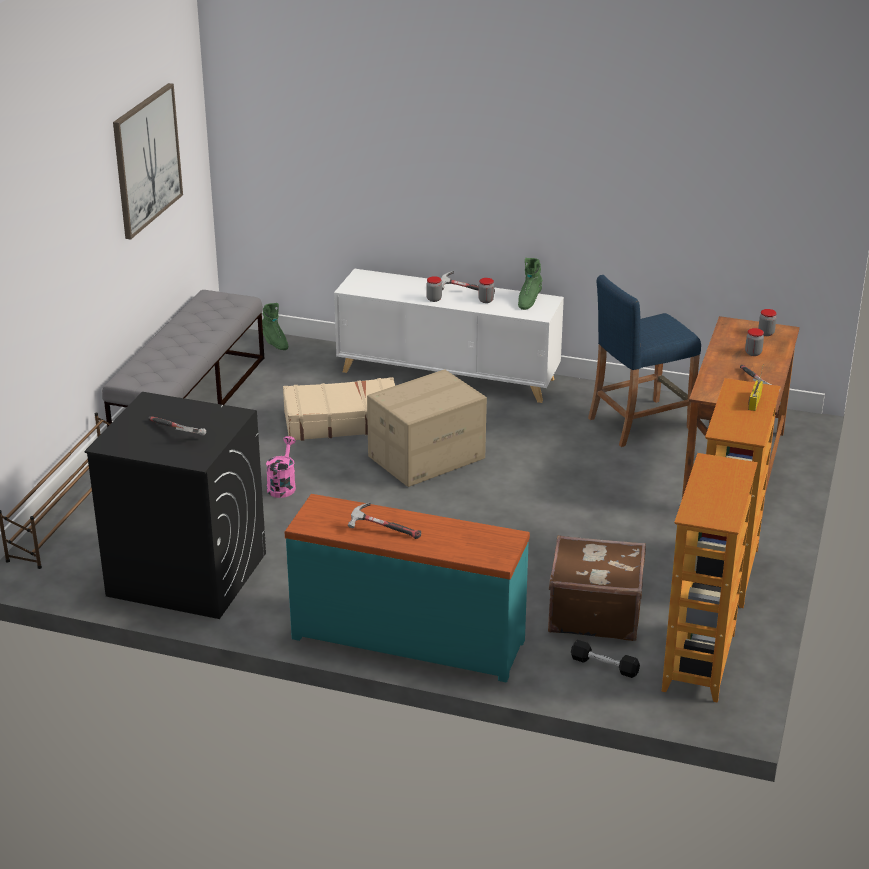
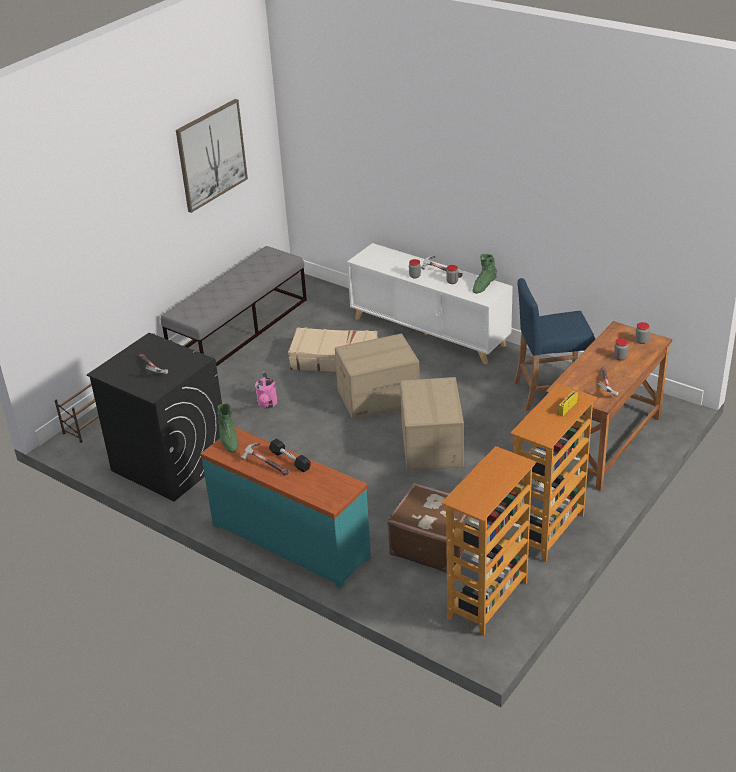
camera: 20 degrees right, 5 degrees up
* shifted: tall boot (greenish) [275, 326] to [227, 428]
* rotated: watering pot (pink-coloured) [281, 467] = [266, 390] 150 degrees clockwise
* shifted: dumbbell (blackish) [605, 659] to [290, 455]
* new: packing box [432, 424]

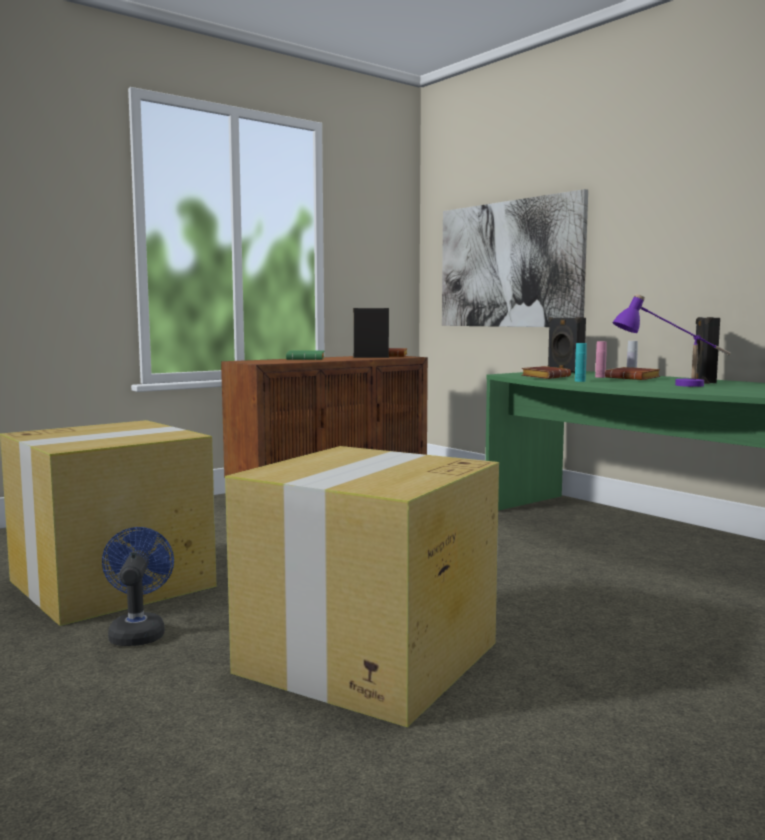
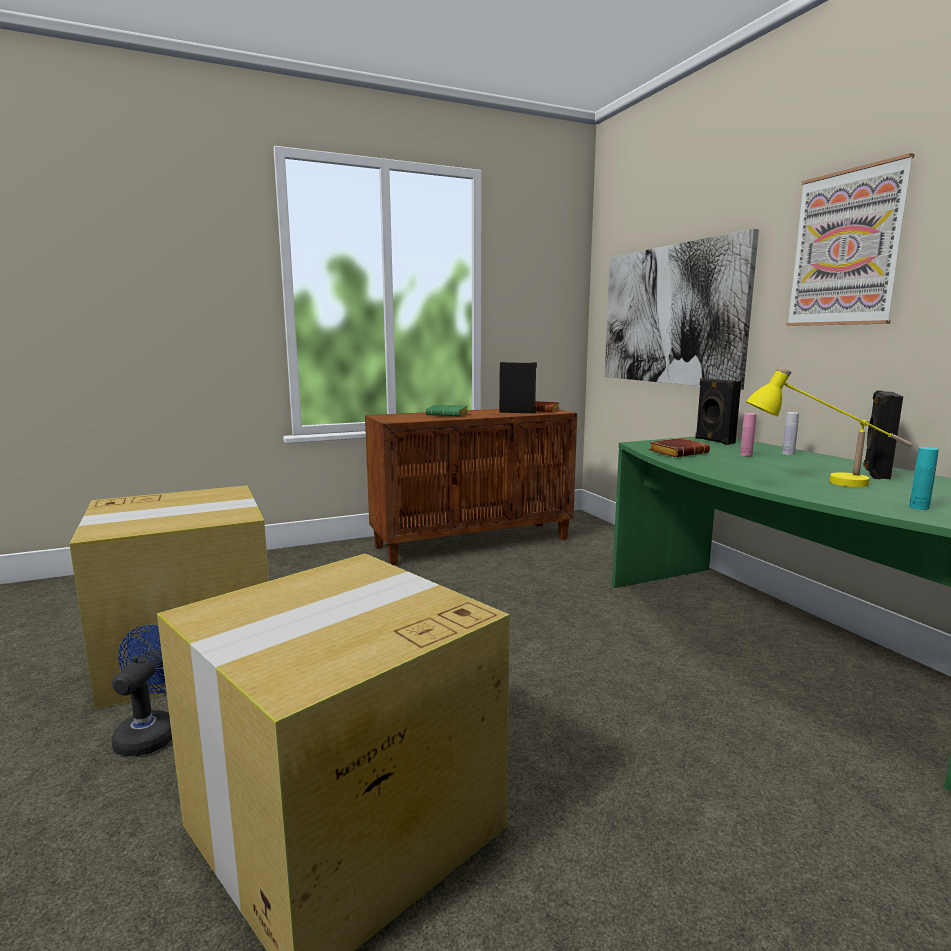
camera: 15 degrees right, 5 degrees up
* repainted: lamp for a table (purplish) [672, 340] to lamp for a table (yellow-coloured) [829, 427]
* new: wall picture [850, 239]
* shifted: drink bottle (blue-green) [581, 362] to [924, 478]
* gone: book (brown) [632, 373]

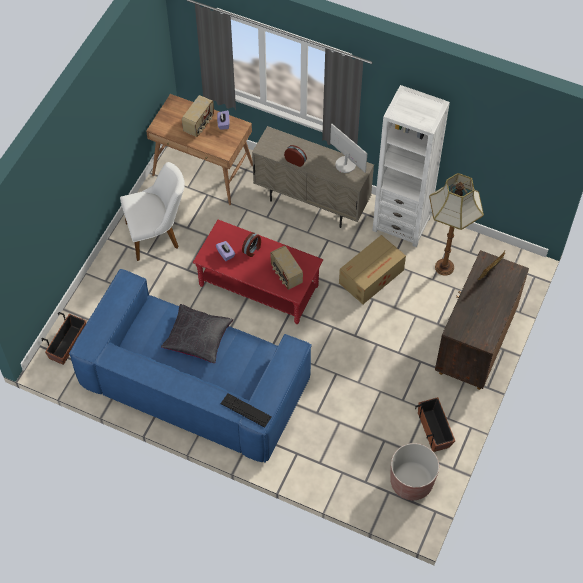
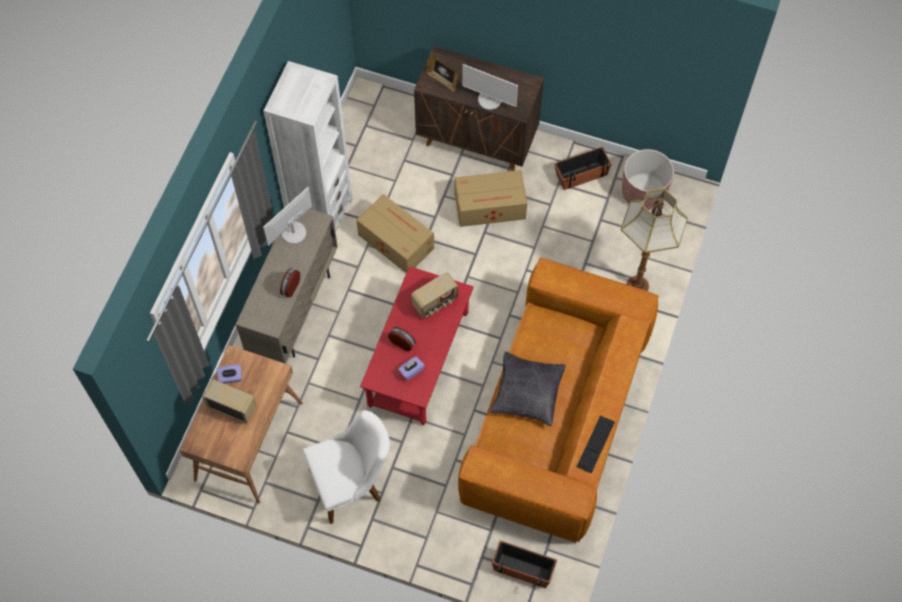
camera: 95 degrees left, 5 degrees up
* rotated: plain chair (whitish) [152, 211] = [346, 467] 90 degrees clockwise
* new: packing box [491, 198]
* repainted: sofa (bluish) [190, 366] to sofa (brown) [558, 400]
* new: computer display [490, 87]
* shifted: computer keyboard [246, 410] to [596, 445]
* shifted: standing lamp [456, 224] to [654, 239]

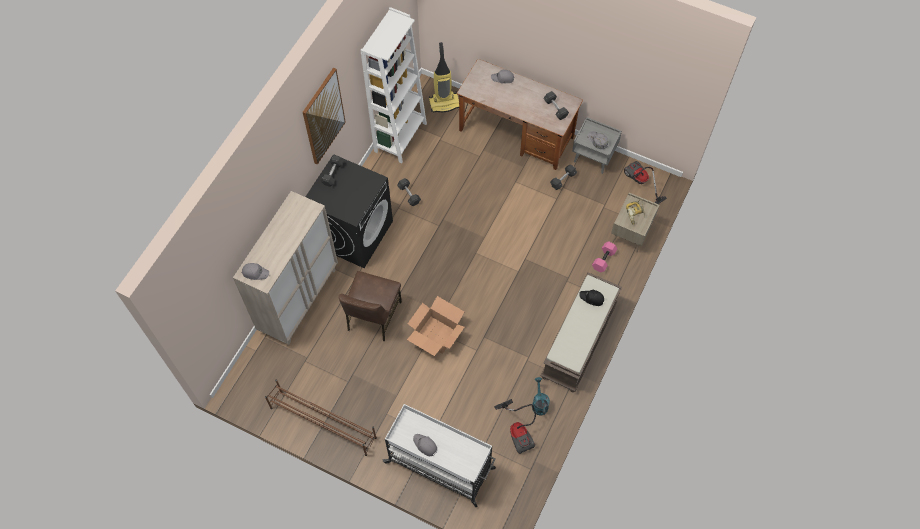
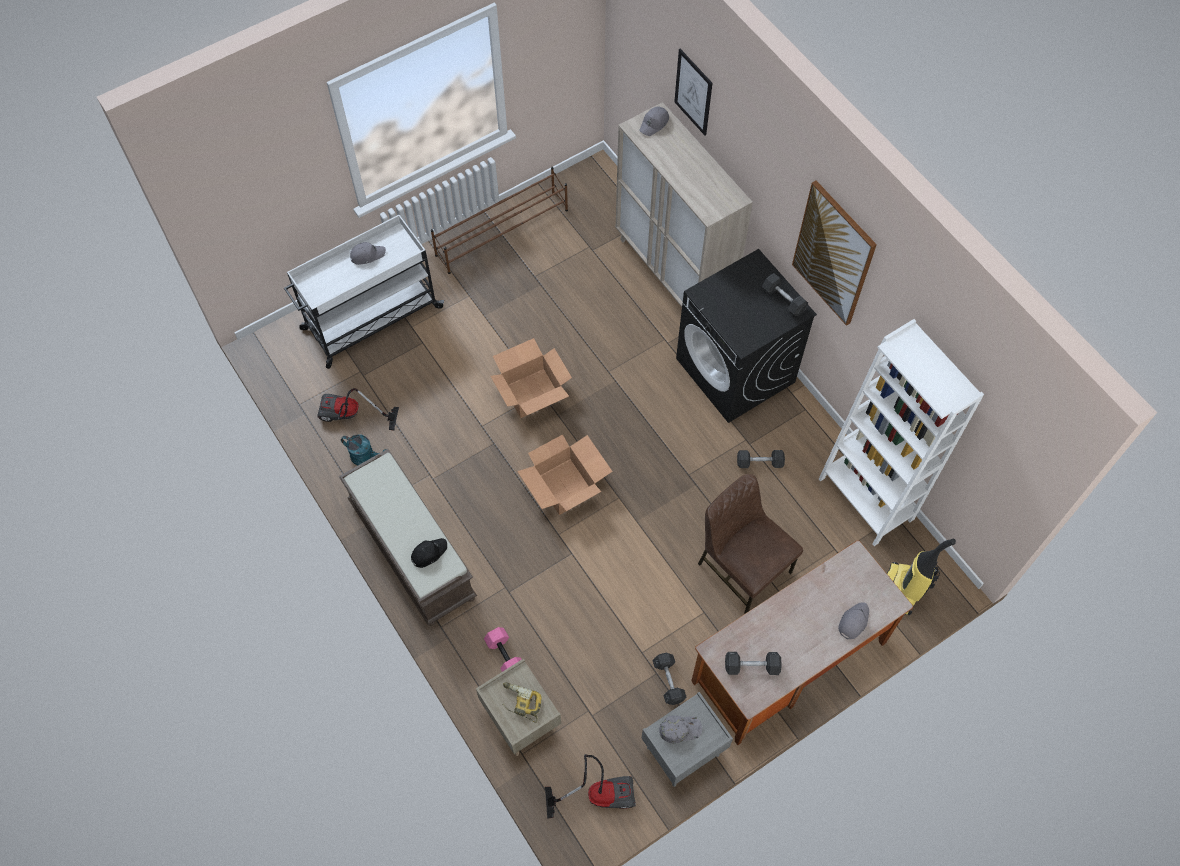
camera: 120 degrees right, 0 degrees up
* new: packing box [565, 474]
* new: wall picture [693, 92]
* shifted: plain chair (brown) [370, 306] to [750, 544]

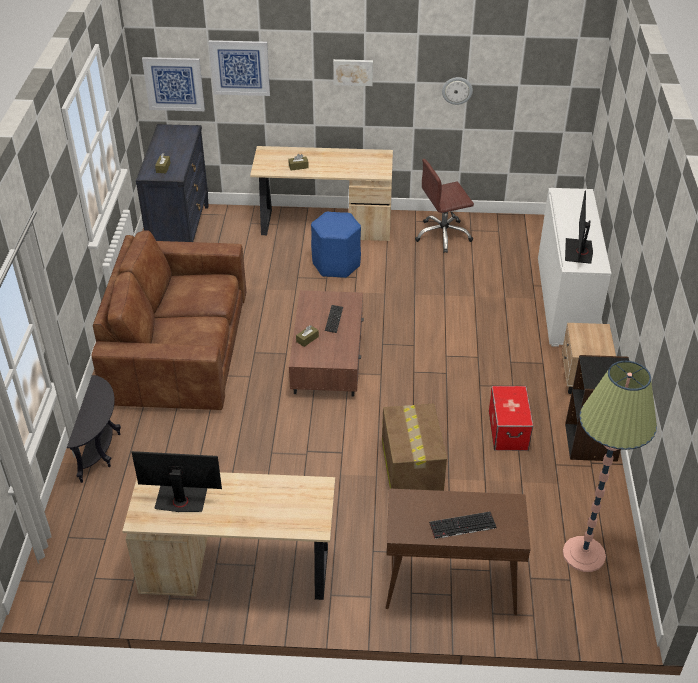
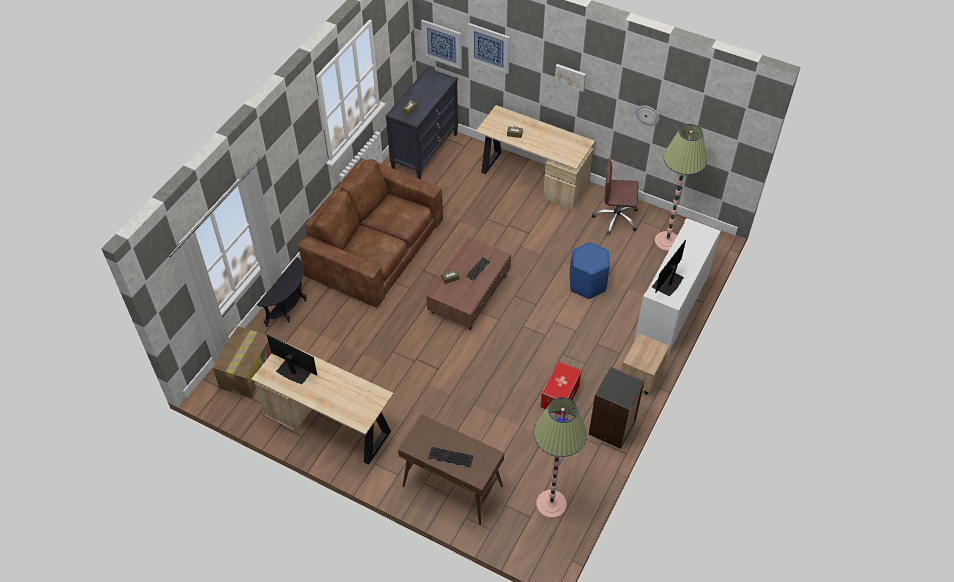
camera: 25 degrees right, 10 degrees up
* shifted: packing box [414, 447] to [241, 362]
* shifted: stool seat (bluish) [336, 245] to [590, 270]
* new: standing lamp [681, 187]

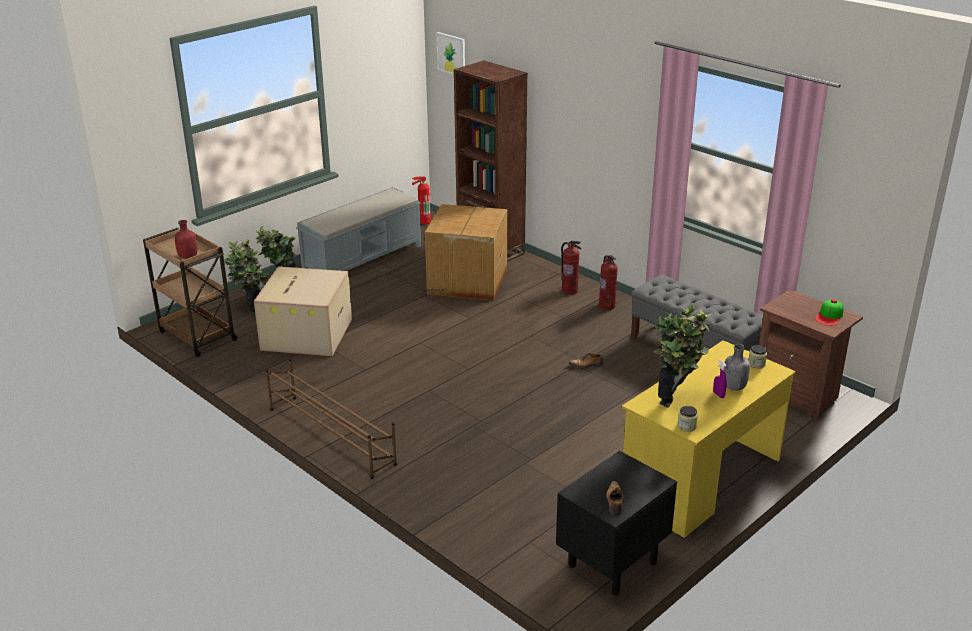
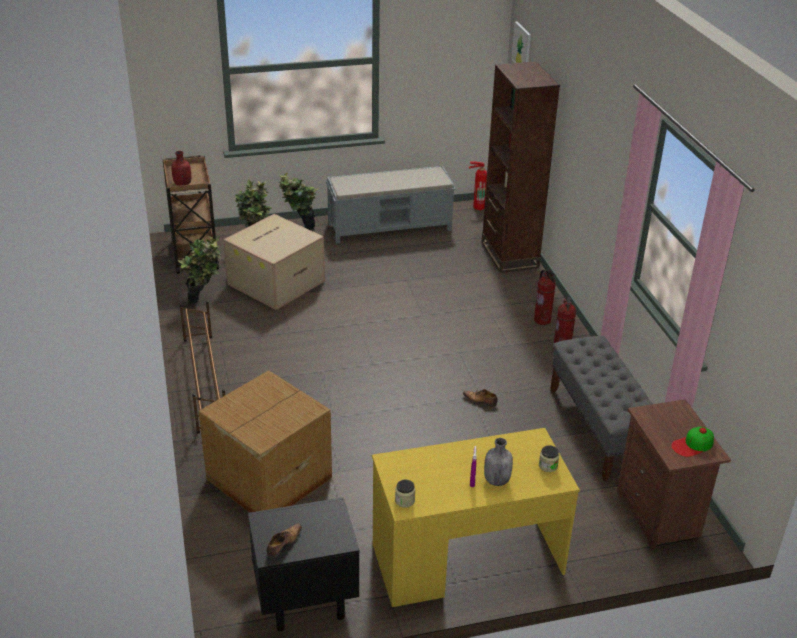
camera: 30 degrees right, 5 degrees up
* shifted: potted plant [683, 355] to [199, 270]
* shifted: packing box [466, 252] to [265, 441]

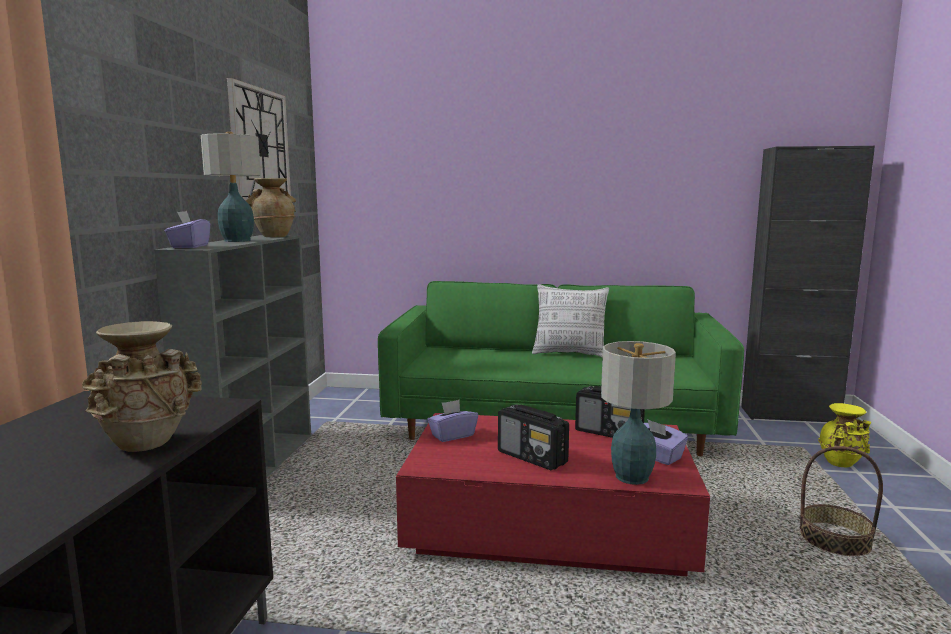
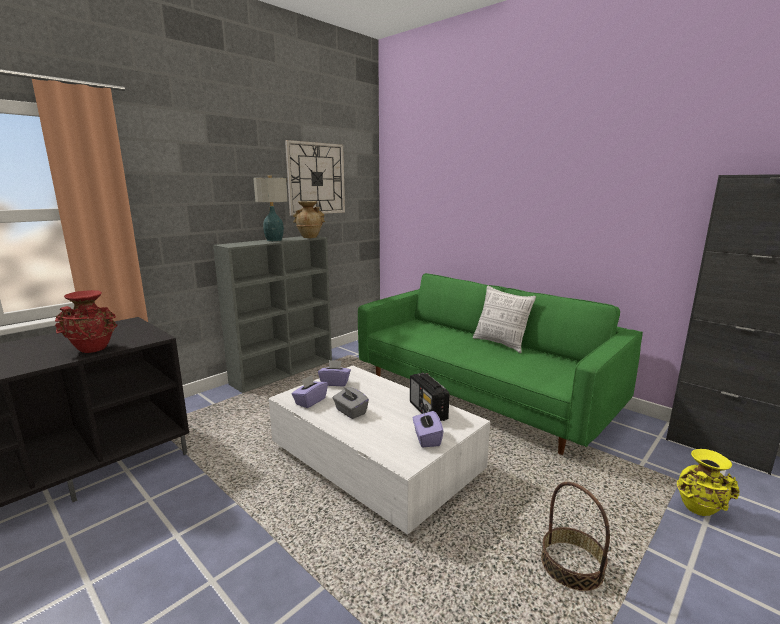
camera: 35 degrees right, 5 degrees up
* repainted: vase (sand-coloured) [142, 386] to vase (reddish) [86, 321]
* repainted: coffee table (reddish) [553, 494] to coffee table (whitish) [379, 450]
* shifted: box of tissues (purplish) [187, 229] to [310, 391]
* swapped: radio [533, 437] to box of tissues (grey) [351, 402]
* gone: lamp for a table [638, 413]

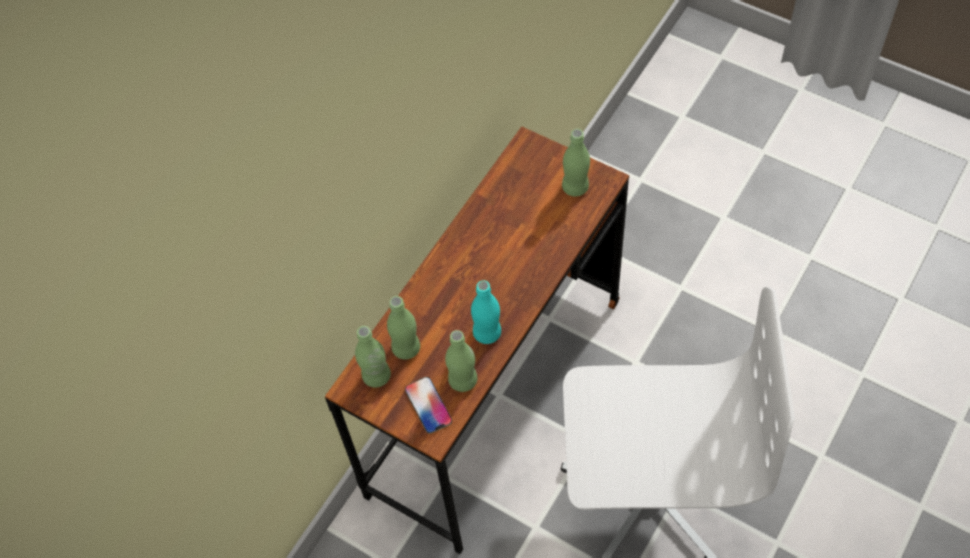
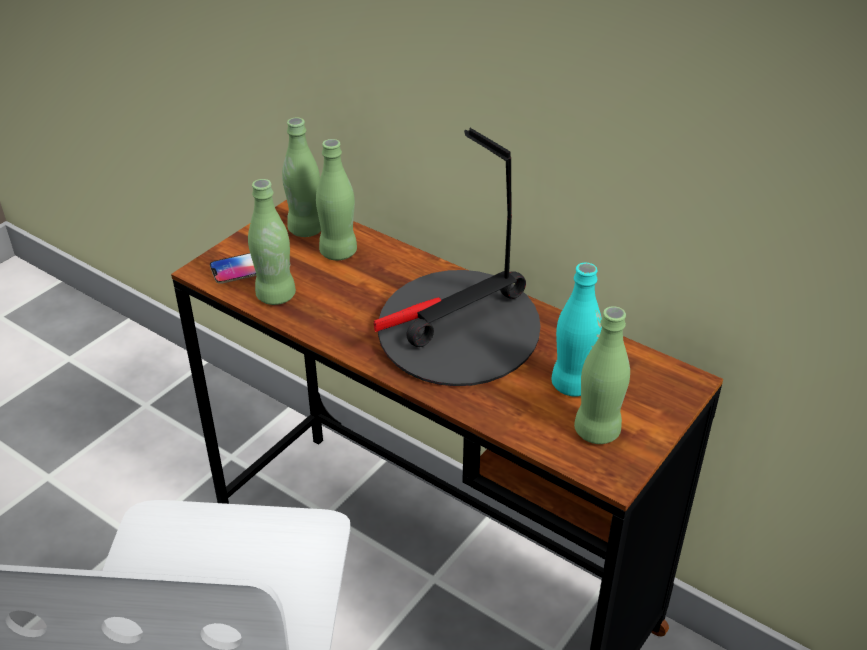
camera: 90 degrees right, 20 degrees down
* new: lamp for a table [457, 257]
* shifted: drink bottle (blue-green) [486, 312] to [576, 330]

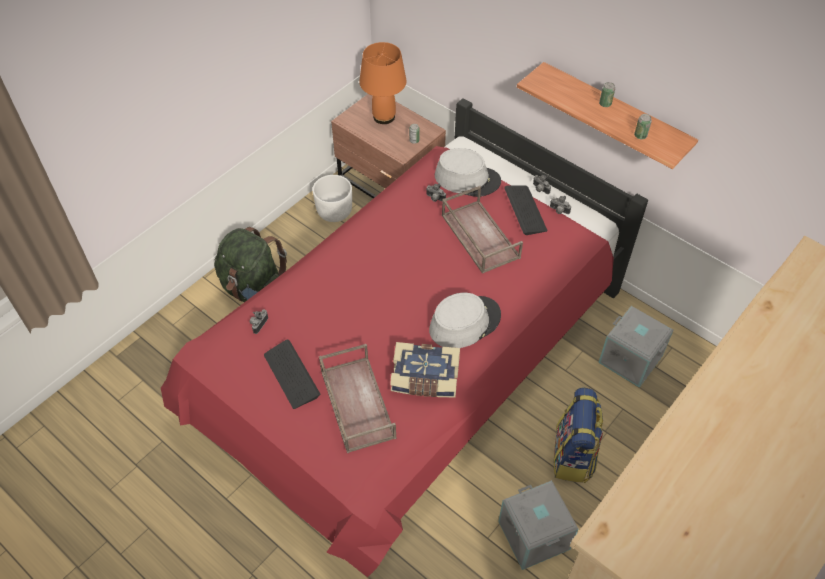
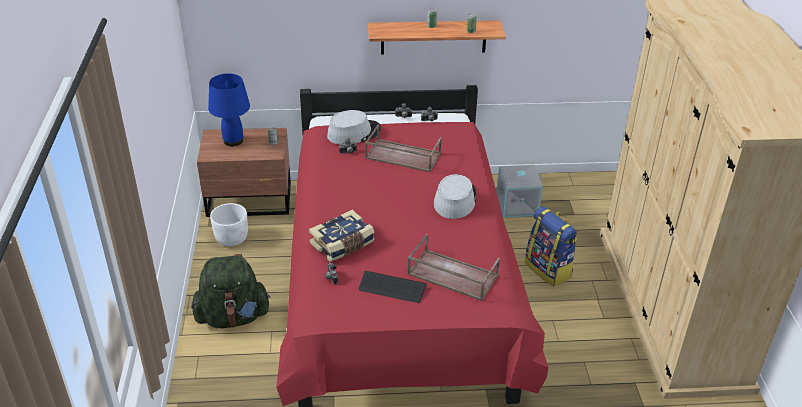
camera: 45 degrees left, 15 degrees down
* repainted: lamp for a table (orange) [383, 83] to lamp for a table (bluish) [229, 109]
* shifted: book [425, 370] to [341, 236]
* gone: storage bin (grey) [538, 525]
* gone: computer keyboard [526, 210]

